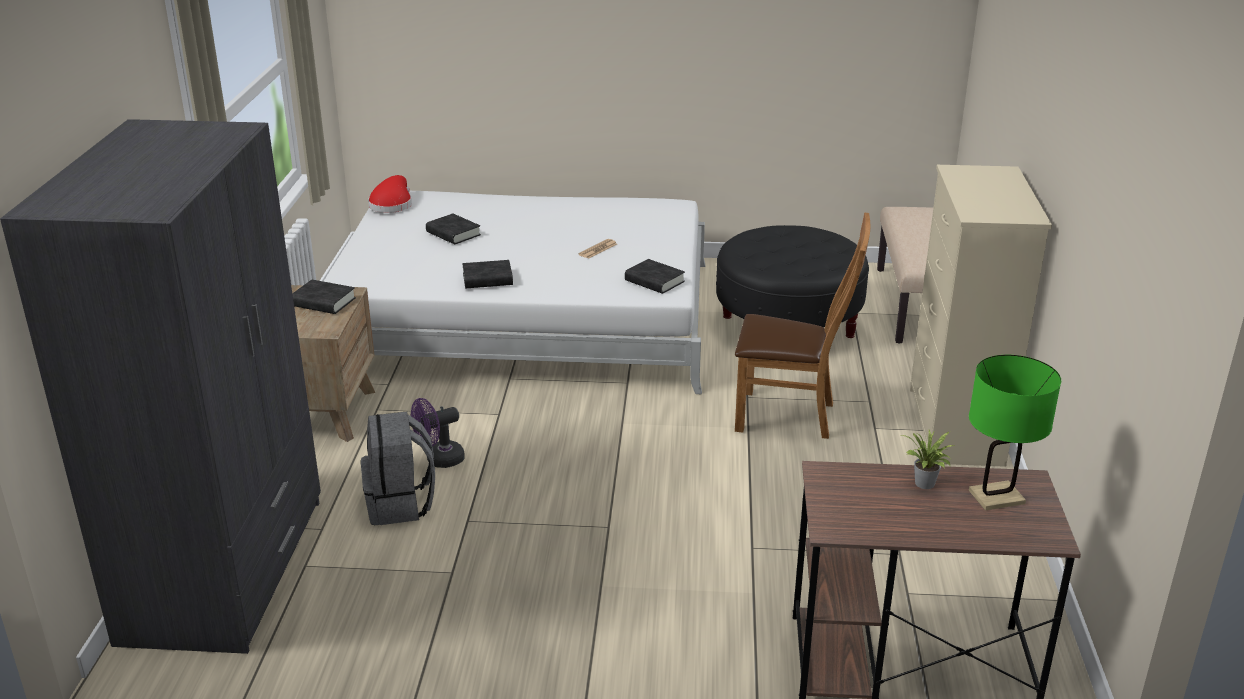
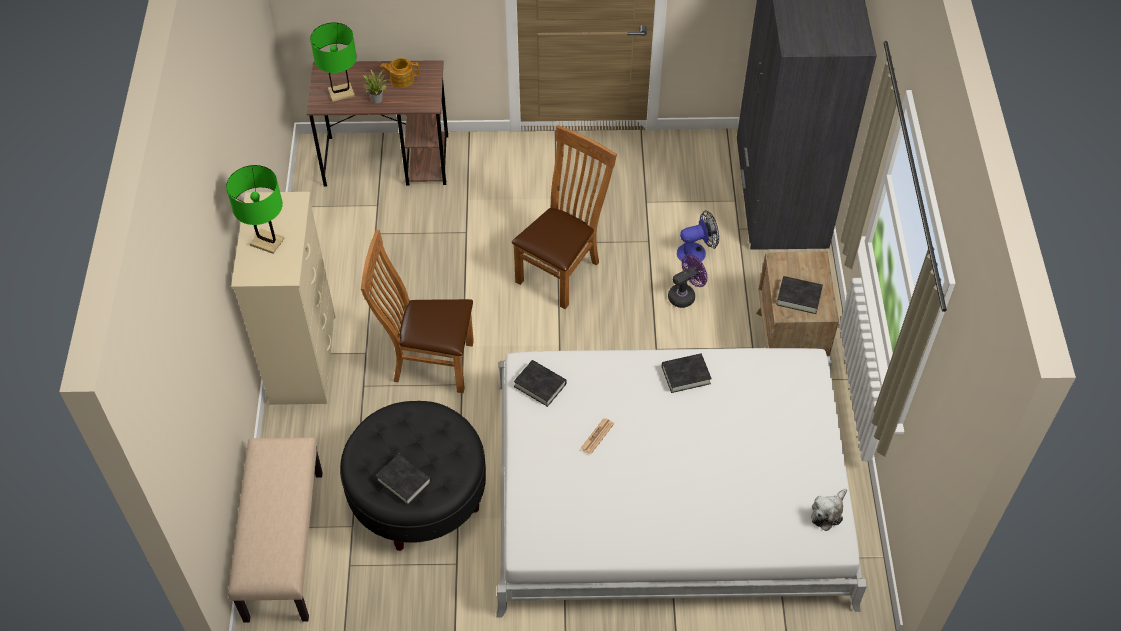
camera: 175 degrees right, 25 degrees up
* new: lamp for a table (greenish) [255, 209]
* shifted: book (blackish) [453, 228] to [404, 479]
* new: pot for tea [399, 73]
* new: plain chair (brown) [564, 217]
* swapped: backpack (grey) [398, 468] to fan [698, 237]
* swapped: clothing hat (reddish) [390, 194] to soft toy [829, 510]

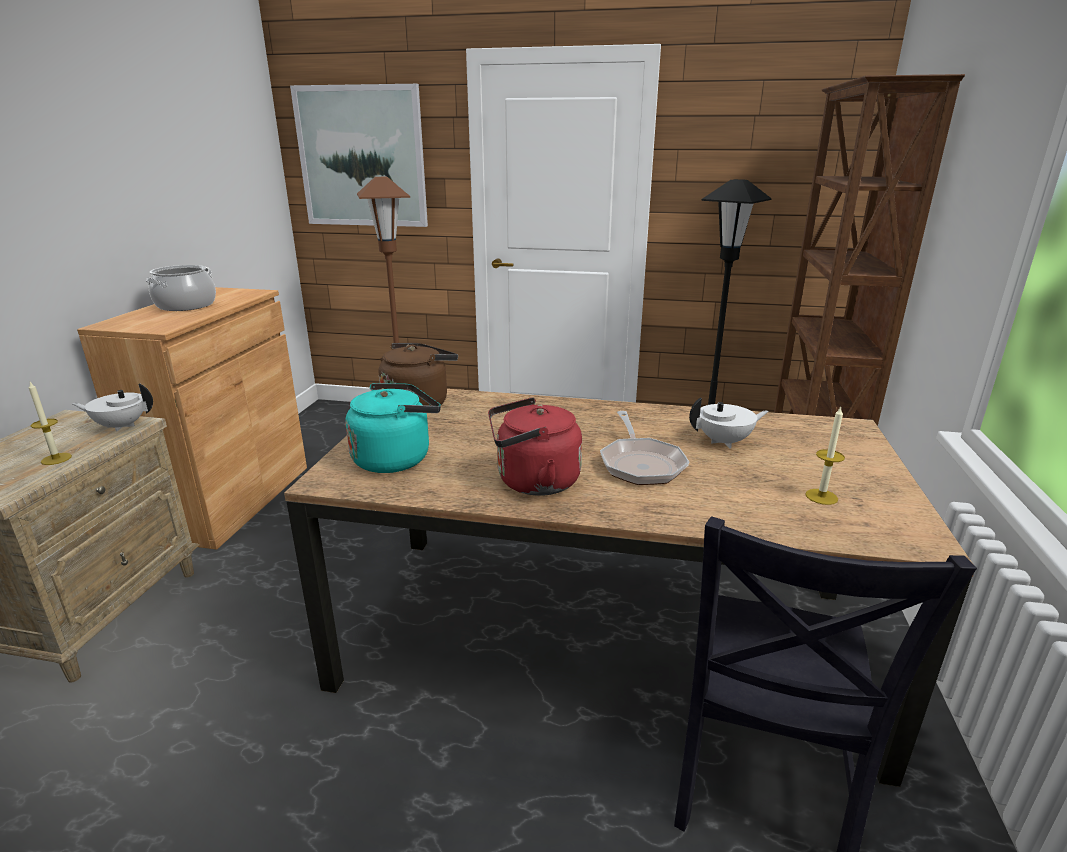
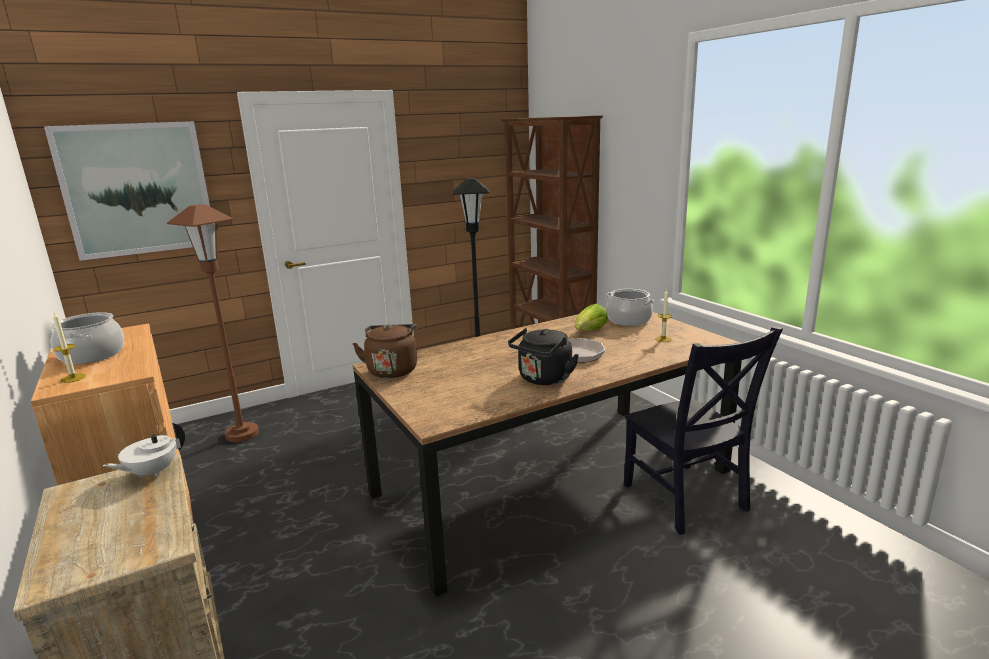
camera: 40 degrees left, 5 degrees down
* shifted: candle [50, 423] to [69, 347]
* repainted: kettle (reddish) [535, 446] to kettle (blackish) [543, 356]
* swapped: pot for tea (whitish) [729, 423] to lettuce [592, 317]
* new: stockpot [630, 307]
* gone: kettle (blue-green) [393, 428]

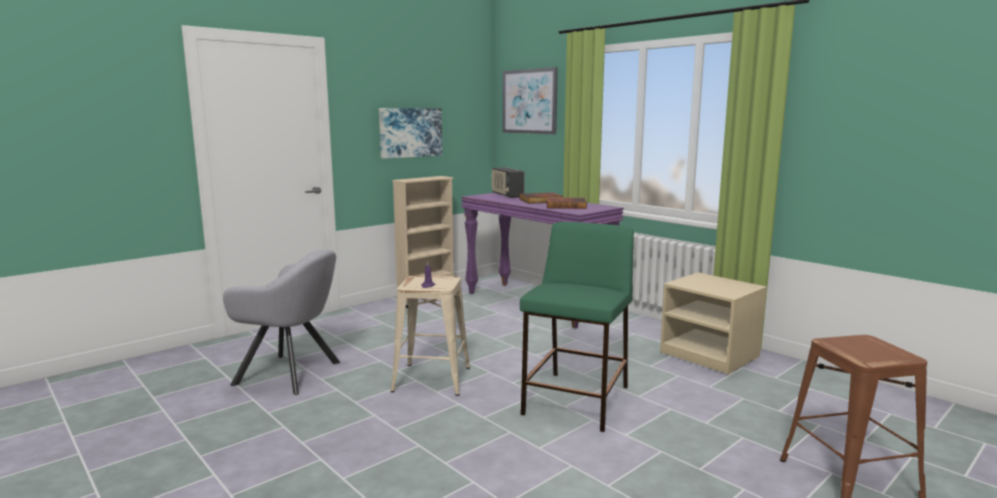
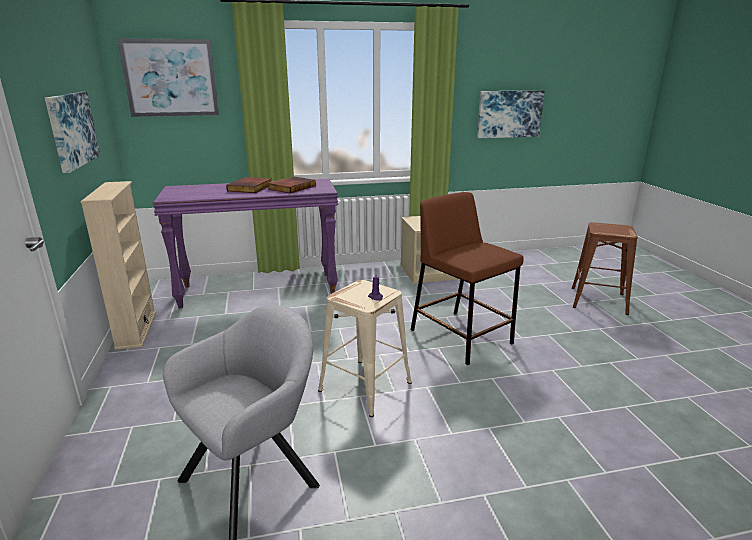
camera: 60 degrees left, 10 degrees up
* repainted: stool seat (greenish) [577, 327] to stool seat (brown) [467, 278]
* new: wall picture [511, 114]
* gone: radio [508, 182]

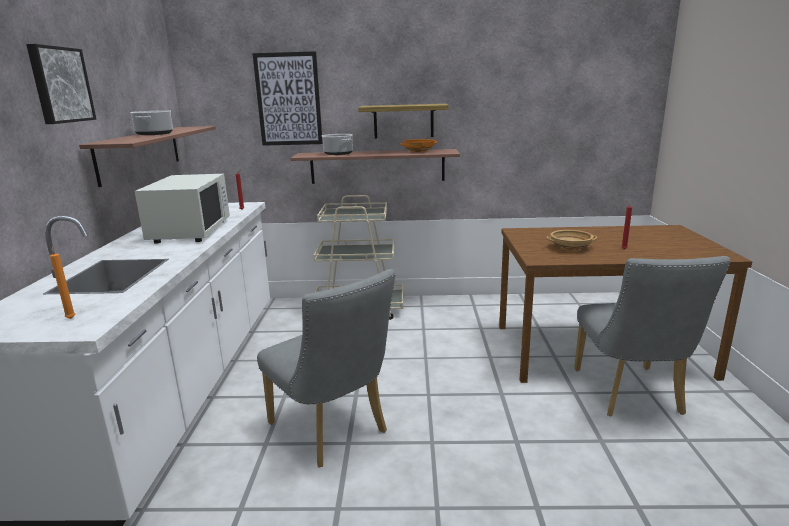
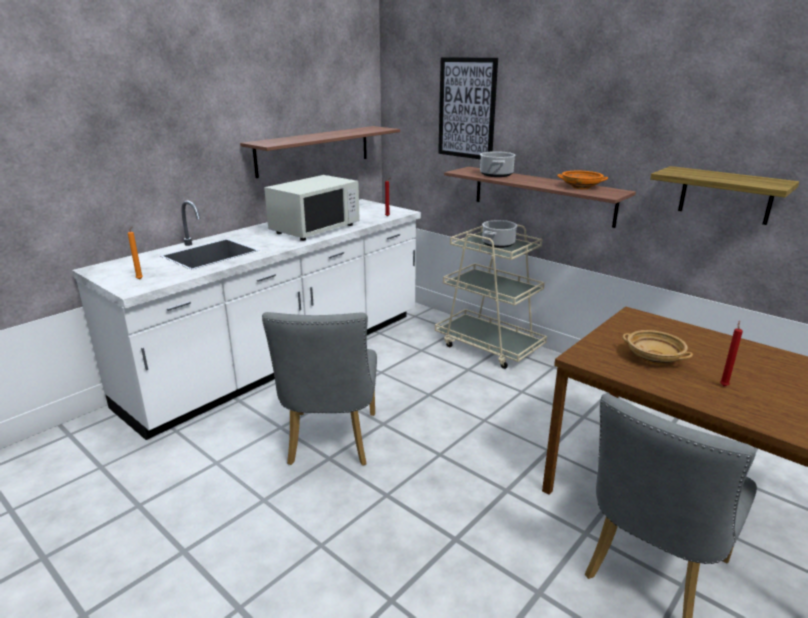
camera: 40 degrees right, 5 degrees up
* shifted: stockpot [151, 122] to [500, 234]
* shifted: shelf [403, 121] to [724, 195]
* gone: wall picture [61, 84]

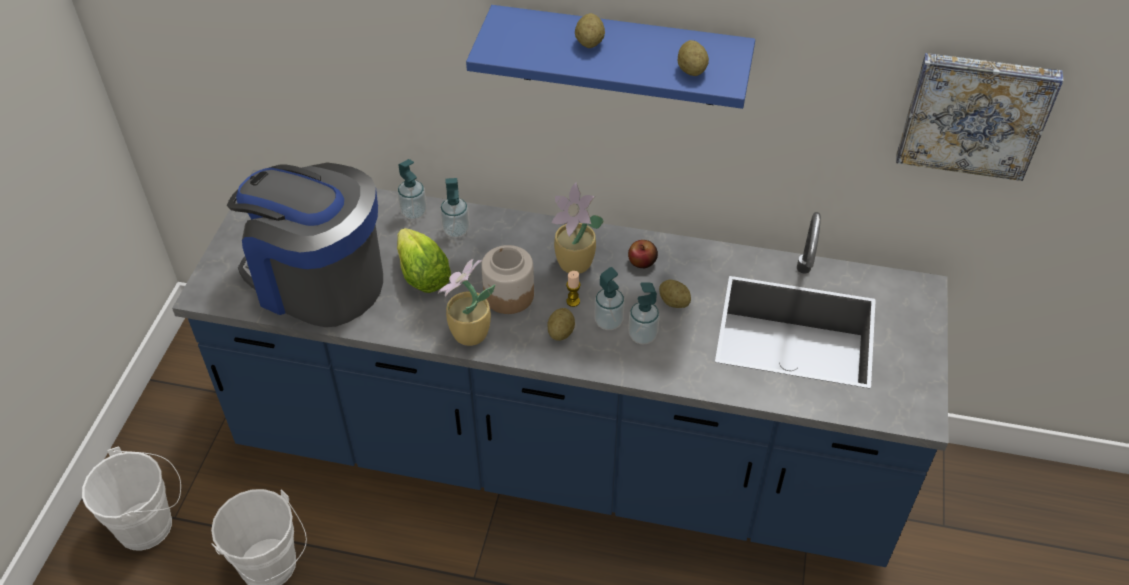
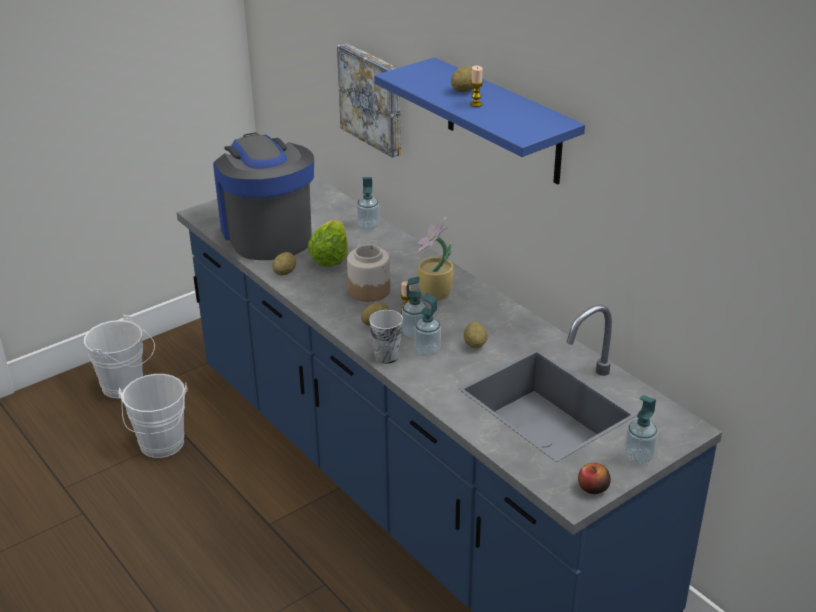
camera: 40 degrees right, 15 degrees down
* shifted: whole potato [693, 58] to [284, 263]
* shifted: wall picture [980, 117] to [369, 100]
* new: small cup [386, 337]
* new: candle [476, 86]
* shifted: apple fruit [643, 254] to [594, 478]
* shifted: soap bottle [454, 208] to [641, 429]
* gone: potted plant [466, 302]

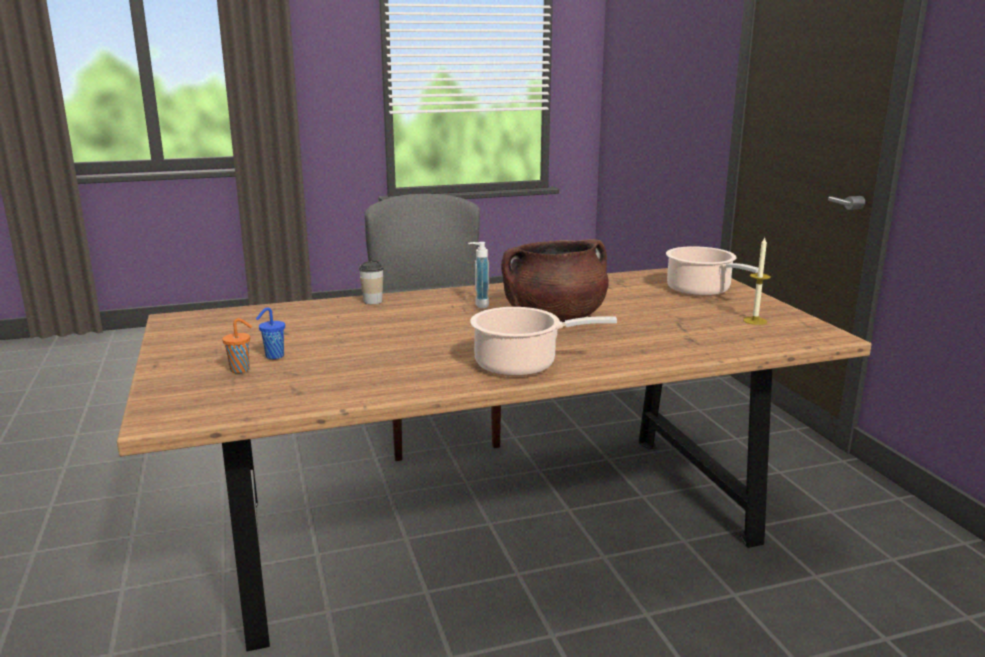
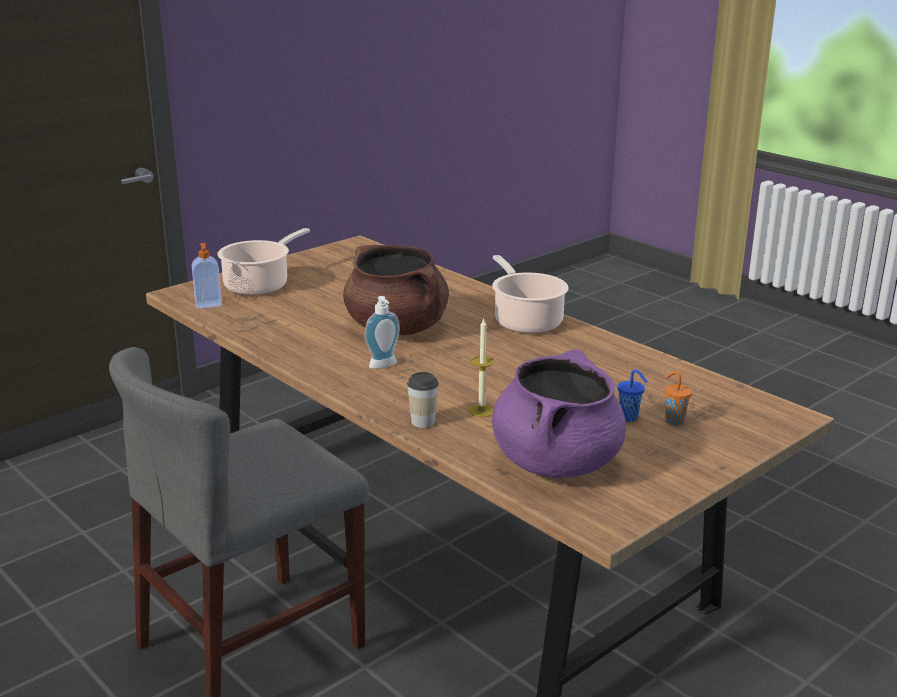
camera: 115 degrees left, 5 degrees up
* new: soap bottle [207, 276]
* shifted: candle [757, 281] to [481, 367]
* new: stockpot (purplish) [559, 413]

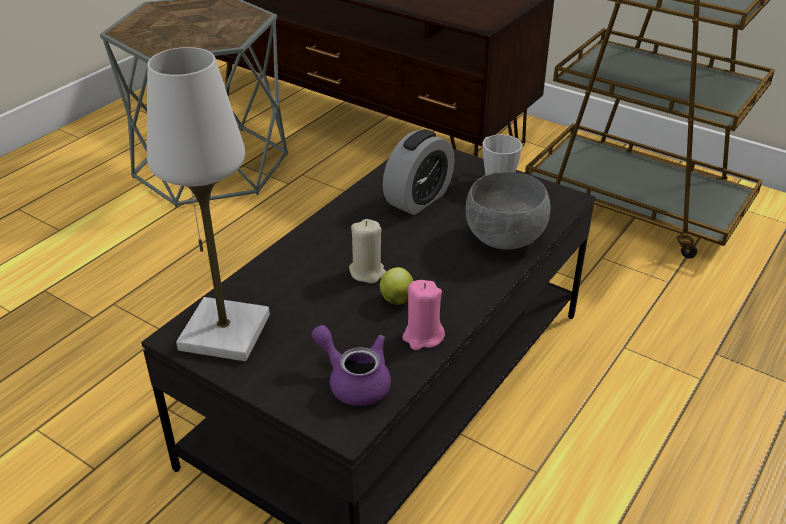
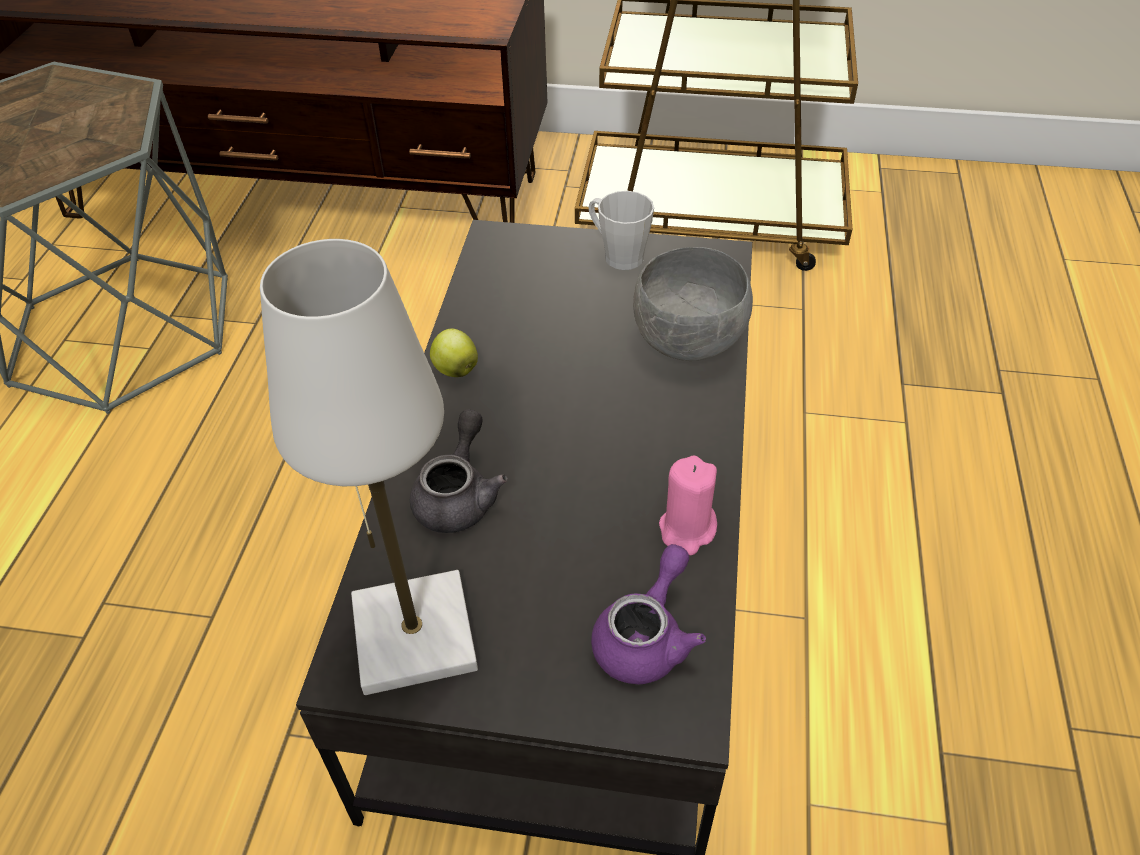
camera: 25 degrees left, 10 degrees up
* new: pot for tea (grey) [459, 471]
* shifted: apple fruit [396, 286] to [454, 353]
* rotated: pot for tea (purplish) [351, 365] = [648, 614] 105 degrees clockwise
* gone: candle (sand-coloured) [368, 251]
* gone: table clock [419, 172]

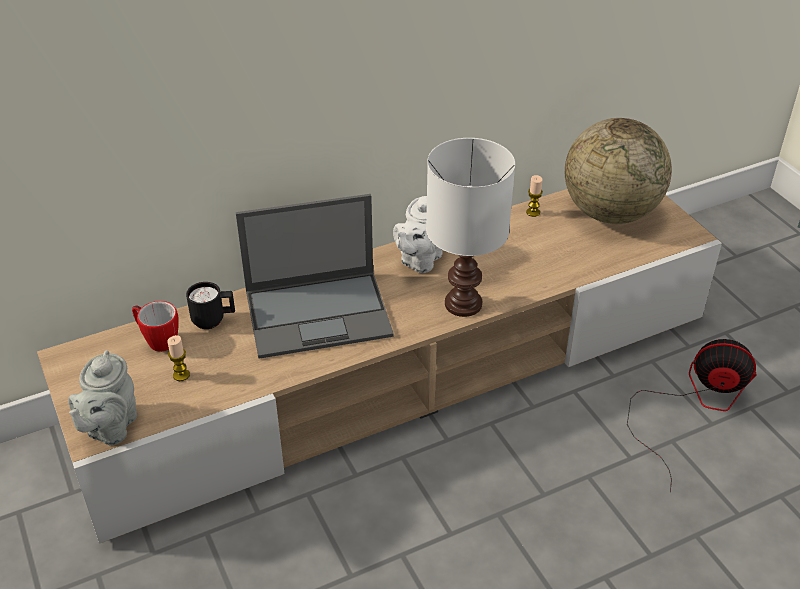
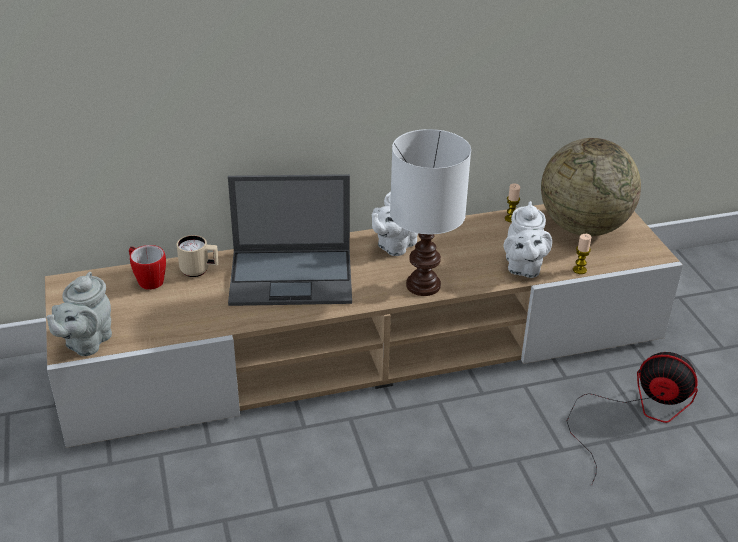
camera: 10 degrees right, 5 degrees down
* repainted: coffee mug (blackish) [210, 305] to coffee mug (sand-coloured) [197, 256]
* new: pot for tea (whitish) [528, 239]
* shifted: candle [178, 358] to [582, 254]

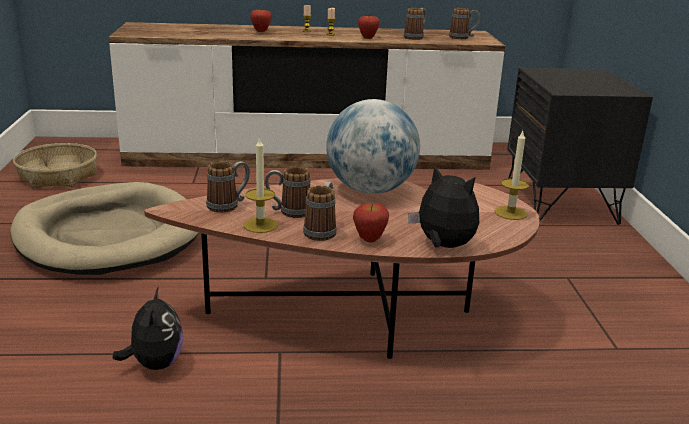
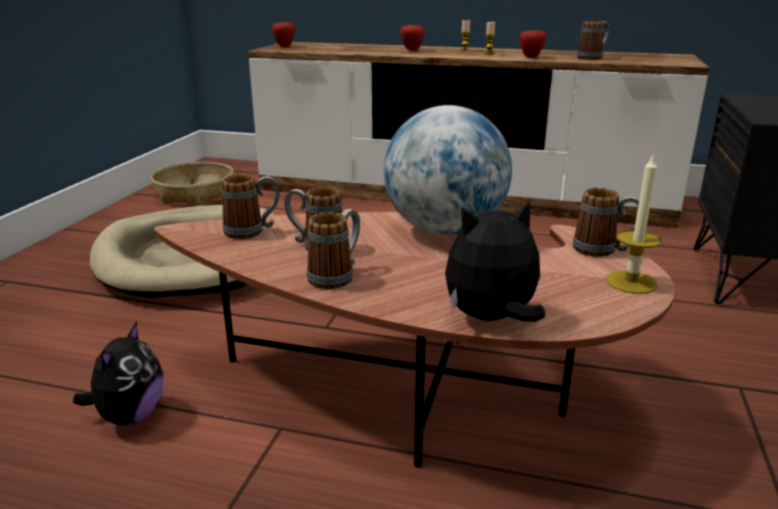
camera: 20 degrees right, 0 degrees up
* shifted: apple fruit [371, 223] to [283, 34]
* rotated: soft toy [443, 207] = [495, 261] 75 degrees counterclockwise
* shifted: coffee mug [465, 23] to [606, 222]
* gone: candle [261, 184]

